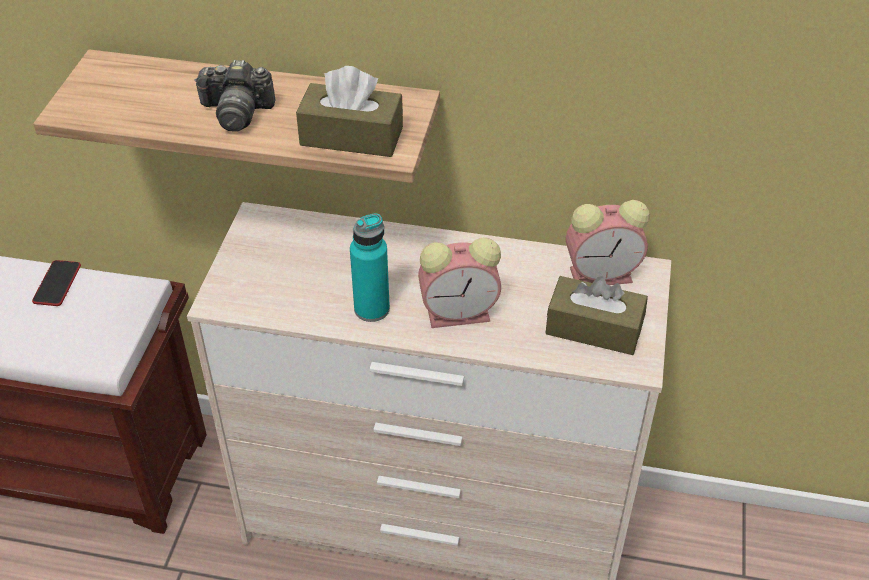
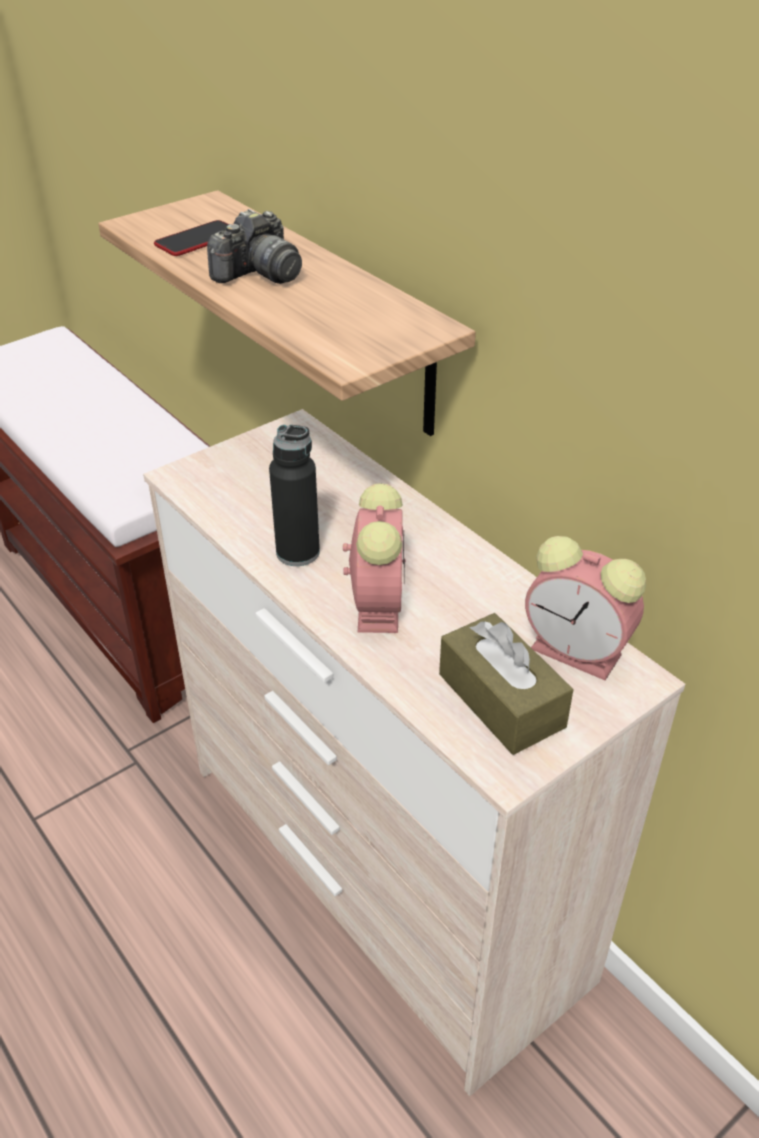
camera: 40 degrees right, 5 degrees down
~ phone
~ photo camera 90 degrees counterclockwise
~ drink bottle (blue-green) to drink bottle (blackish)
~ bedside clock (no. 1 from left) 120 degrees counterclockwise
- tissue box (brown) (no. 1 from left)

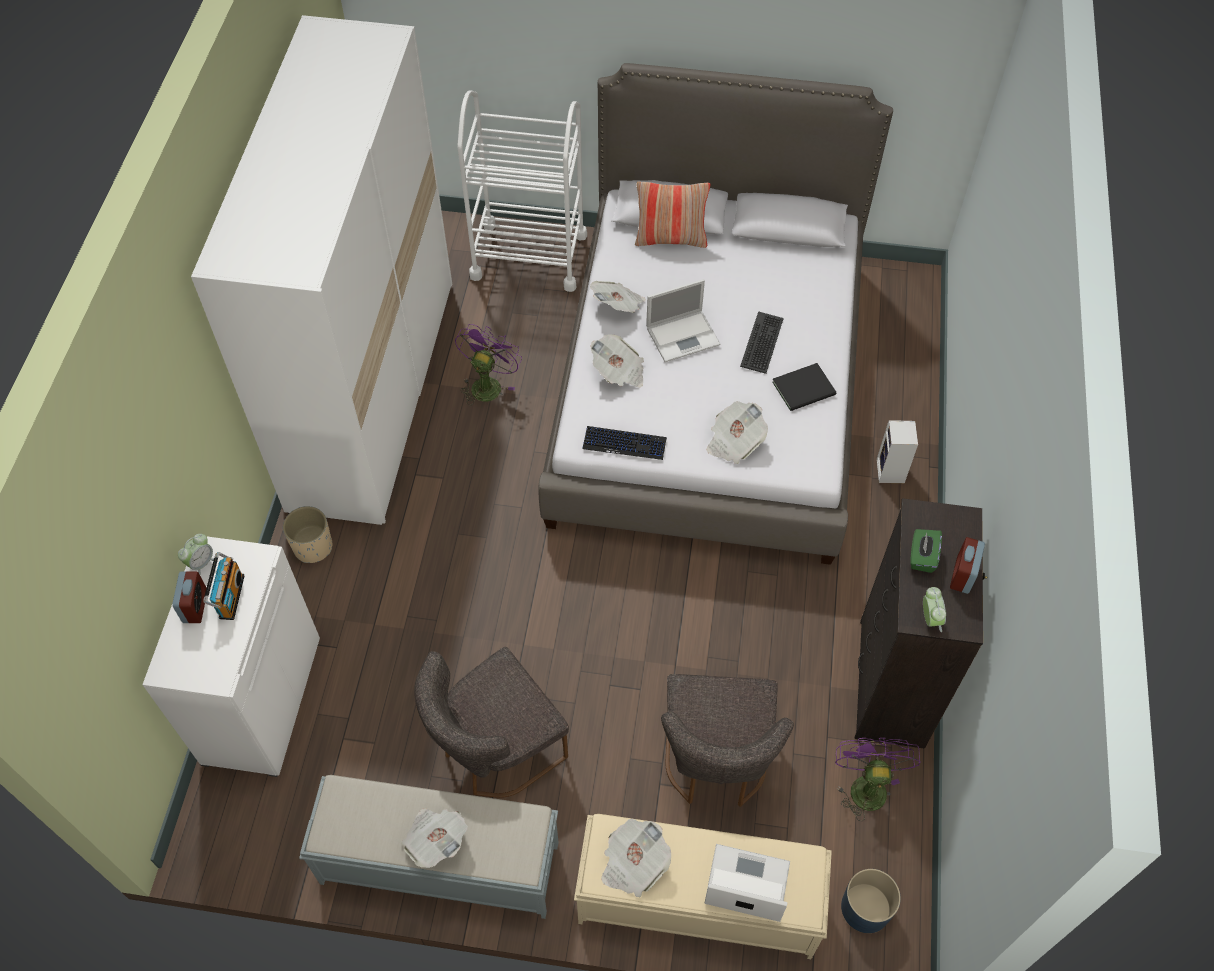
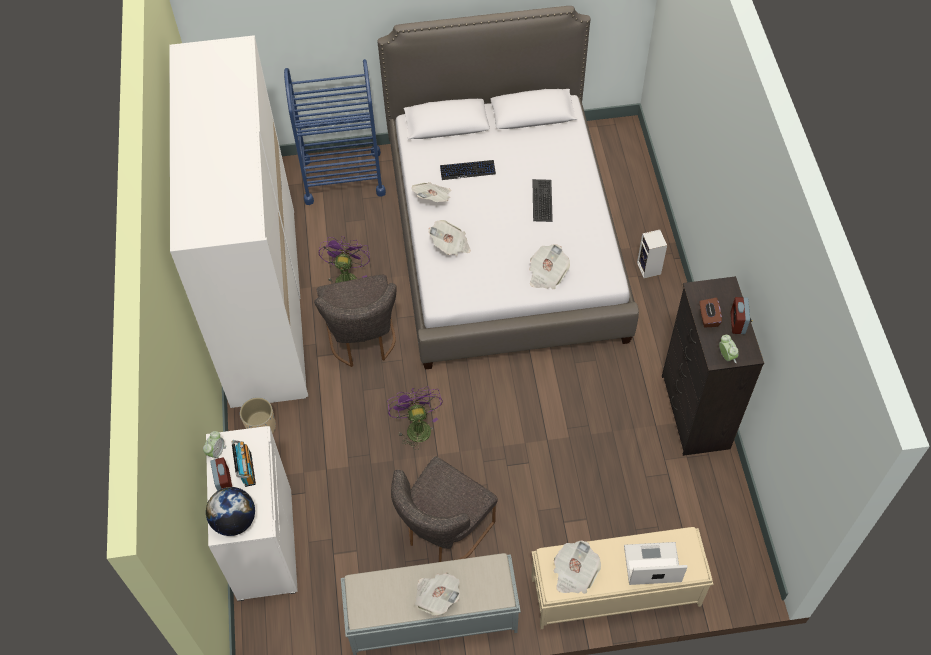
camera: 15 degrees left, 0 degrees up
+ world globe
~ wheeled cart (white) to wheeled cart (bluish)
~ upright chair (grey) (no. 2 from left in the first image) to upright chair (grey) (no. 1 from left)
~ electric fan (purple) (no. 2 from left)
~ computer keyboard (no. 1 from left)
~ tissue box (greenish) to tissue box (brown)
- throw pillow
- notebook computer (no. 1 from left)
- bound book (blackish)
- flower pot (bluish)

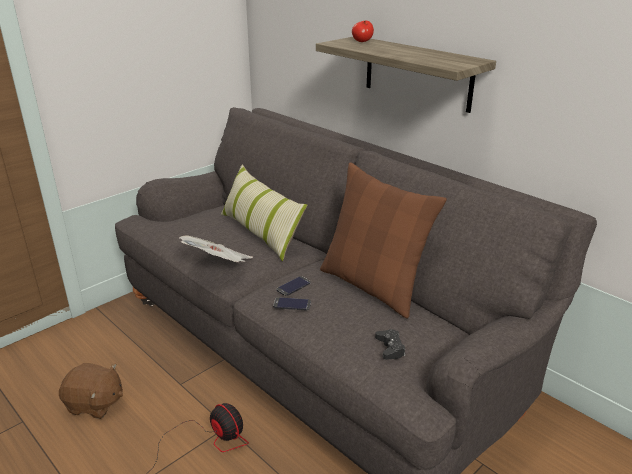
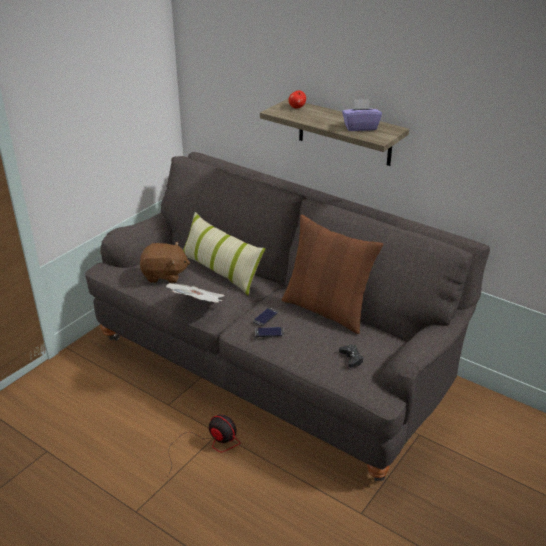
camera: 10 degrees left, 5 degrees up
~ plush toy (brown)
+ tissue box (purple)

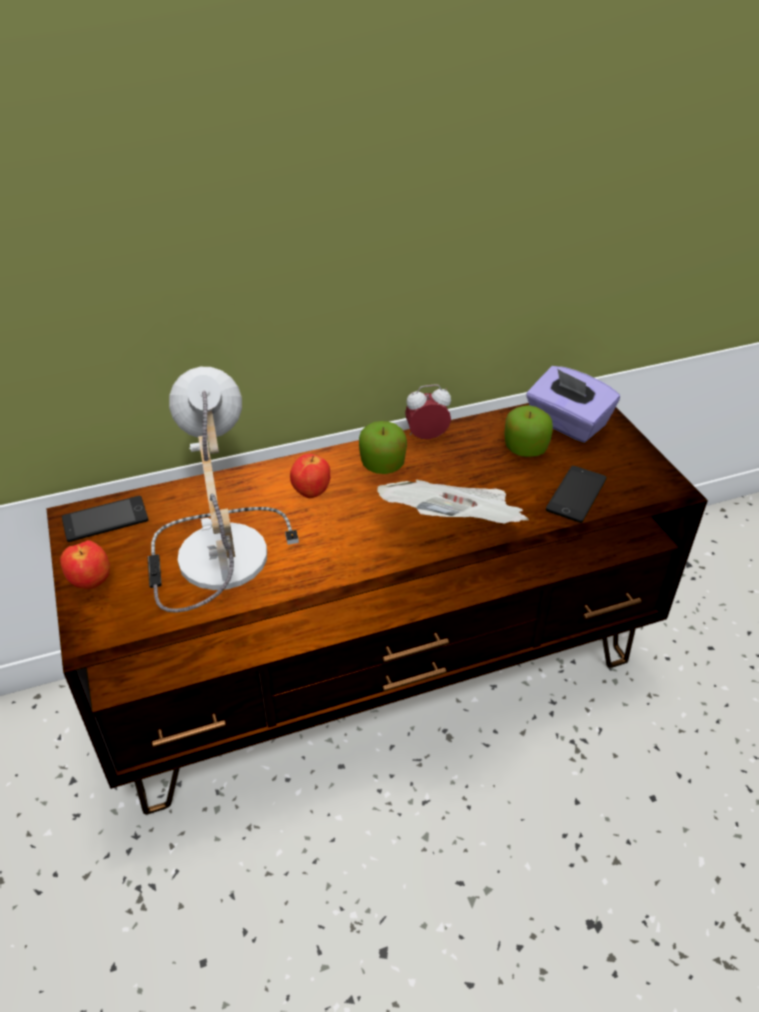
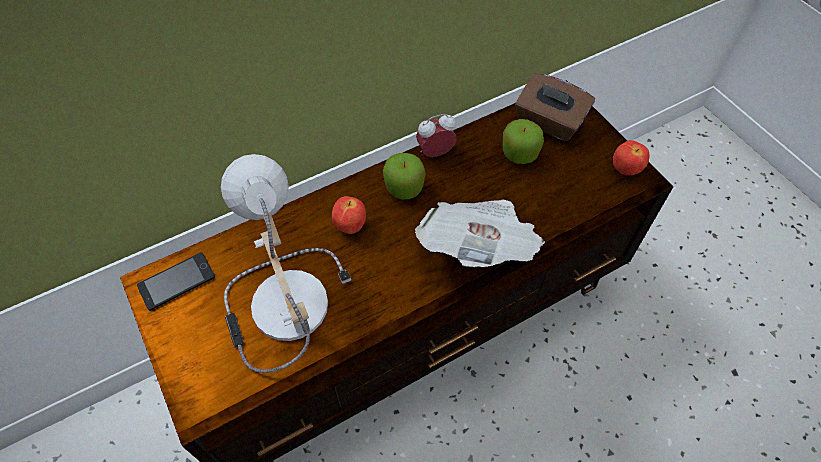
camera: 10 degrees left, 15 degrees up
~ tissue box (purple) to tissue box (brown)
~ apple (no. 1 from left in the first image) to apple (no. 4 from left)
- phone (no. 2 from left)

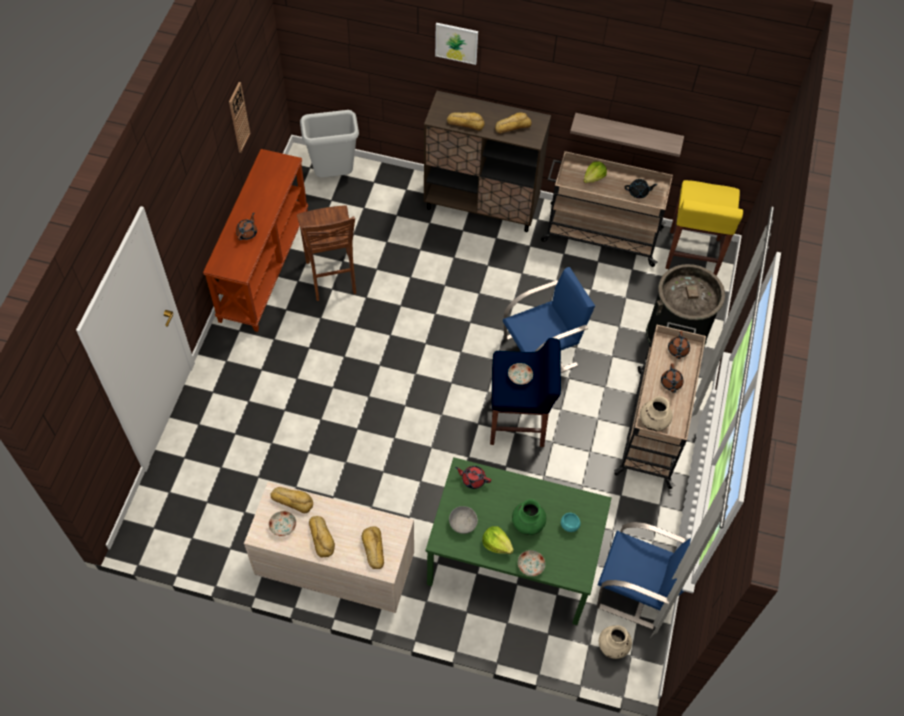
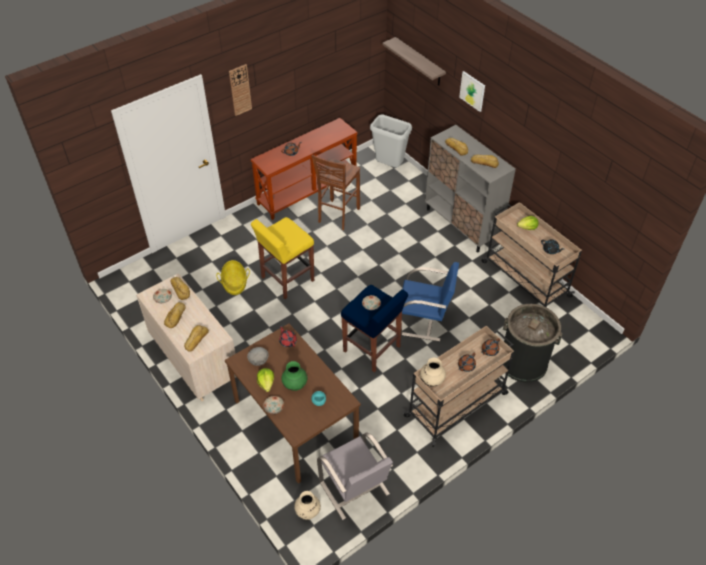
camera: 40 degrees right, 10 degrees down
+ basket
~ dining table (greenish) to dining table (brown)
~ clock on the wall
~ stool seat (yellowish)
~ upright chair (bluish) (no. 2 from left) to upright chair (grey)
~ bracket shelf
~ cupboard (brown) to cupboard (grey)

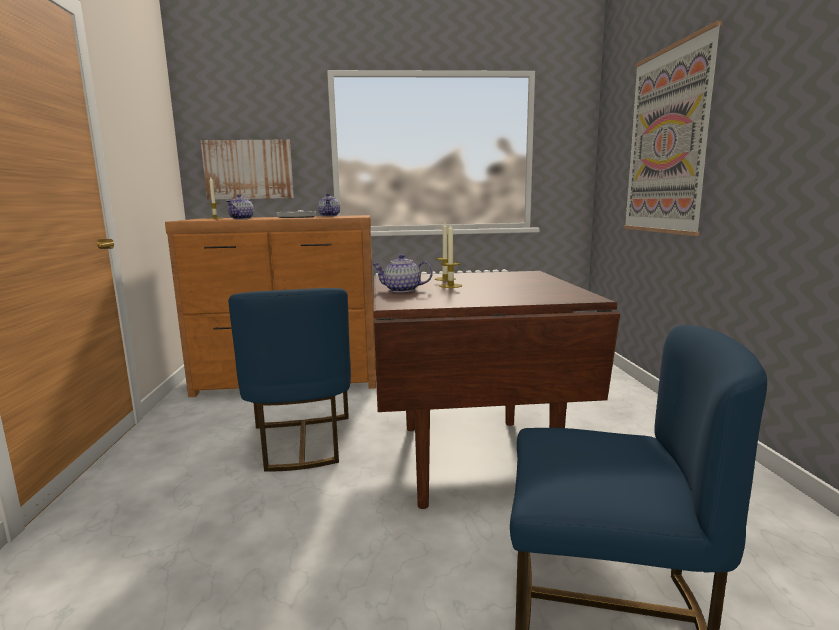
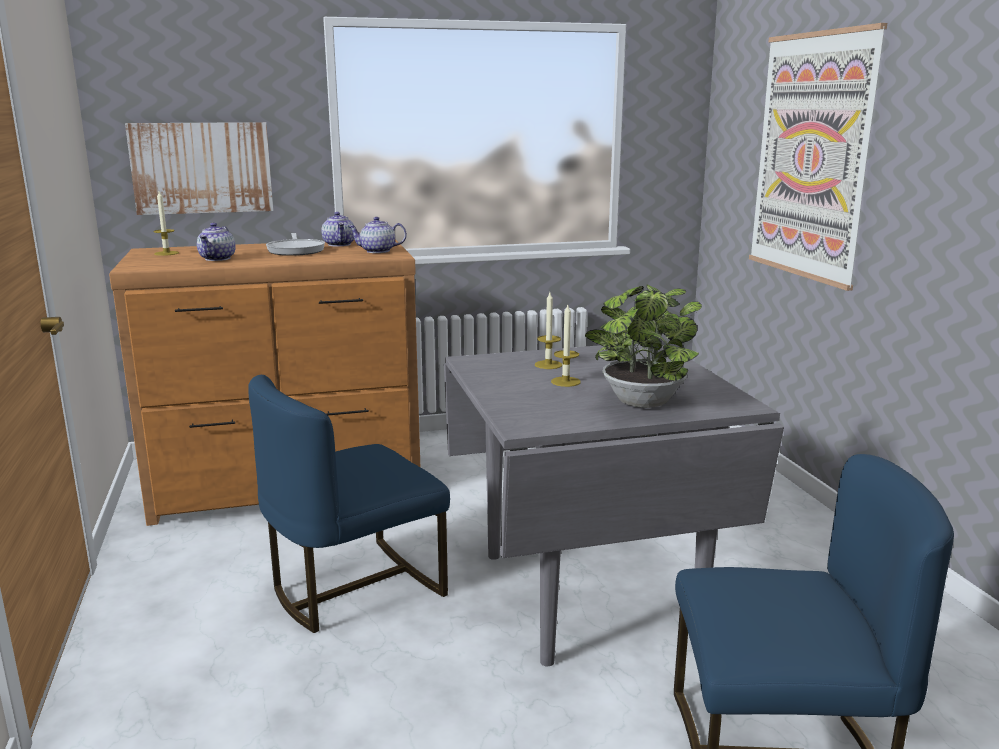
camera: 10 degrees left, 5 degrees up
~ upright chair (bluish) (no. 1 from left) 75 degrees clockwise
~ teapot (no. 3 from left)
~ dining table (brown) to dining table (grey)
+ houseplant

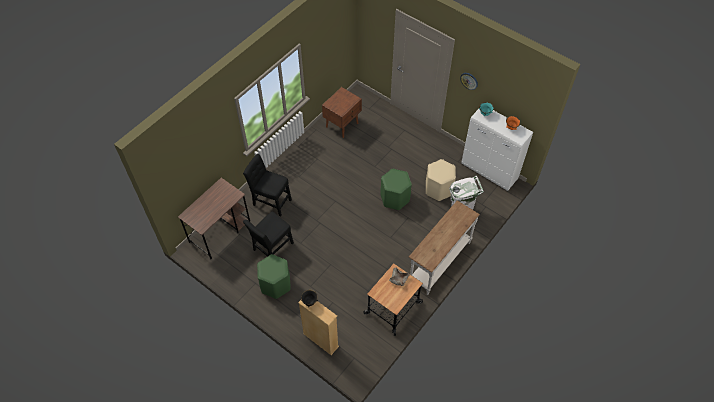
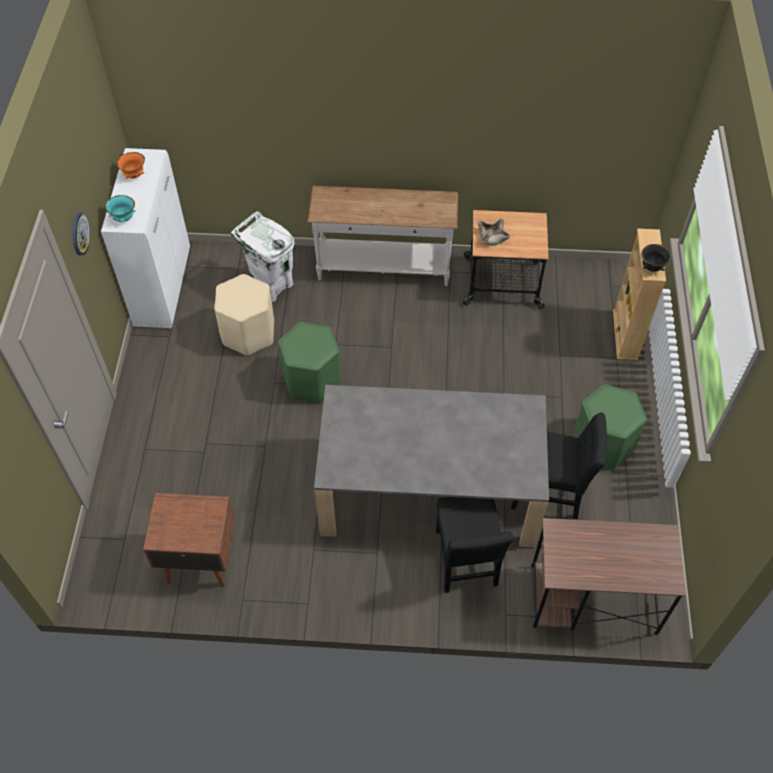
camera: 125 degrees left, 0 degrees up
+ dining table (grey)

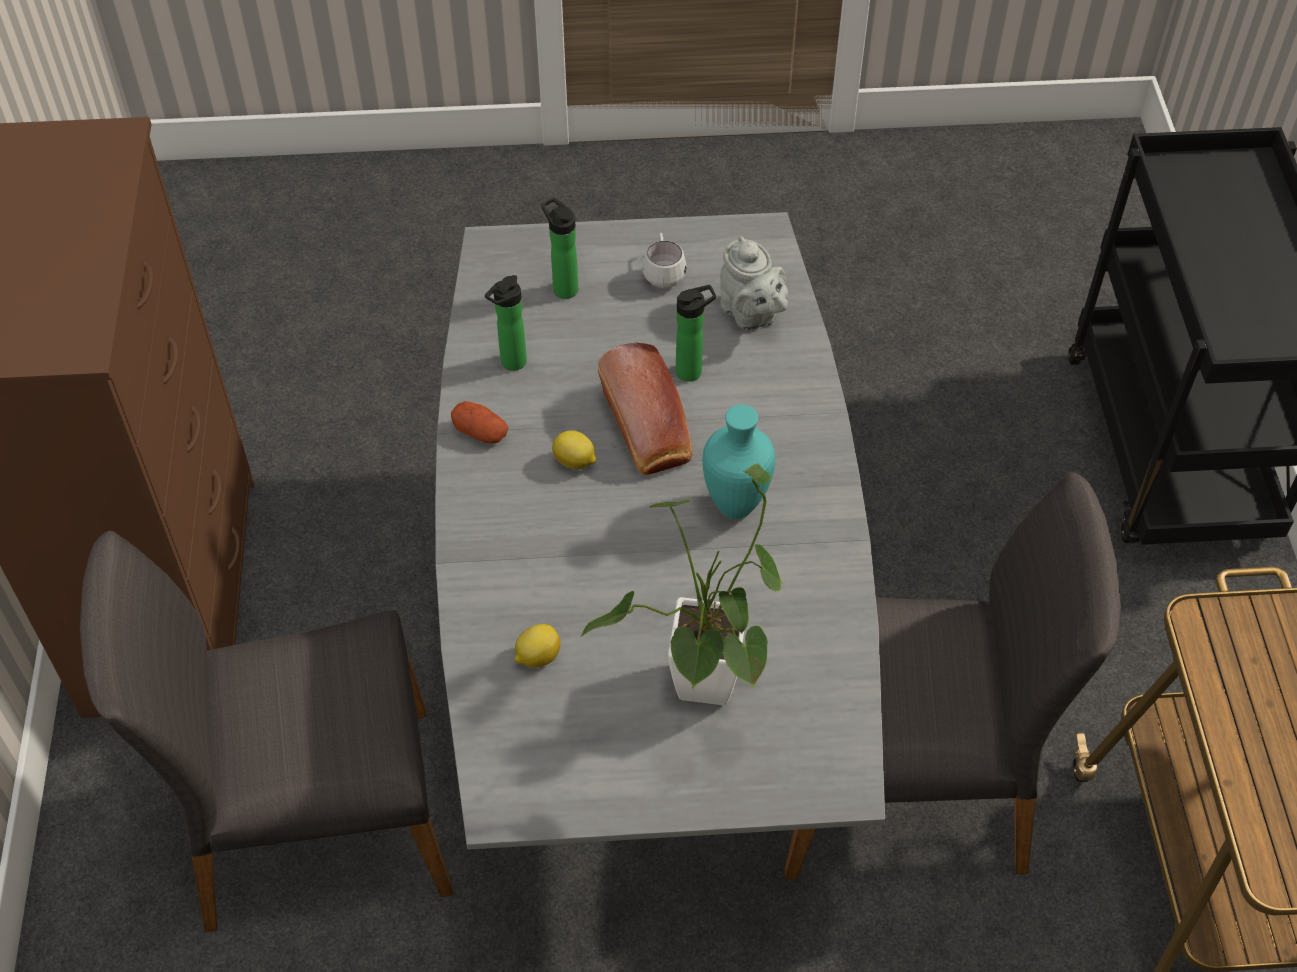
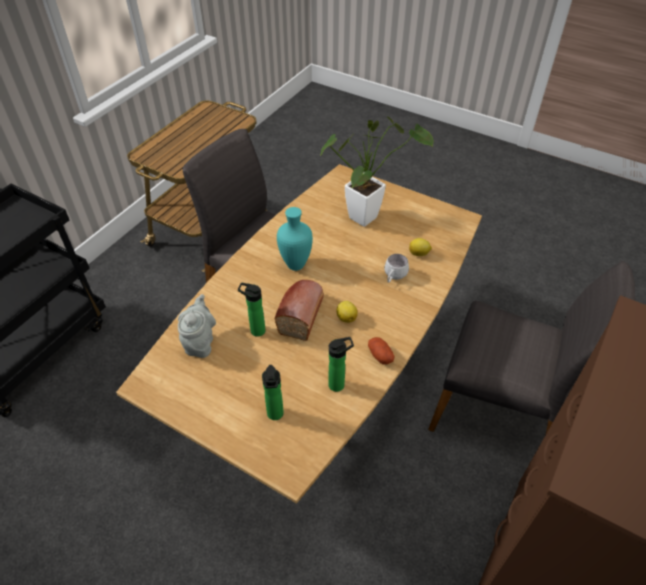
camera: 145 degrees left, 5 degrees down
~ dining table (grey) to dining table (brown)
~ tea mug (white)

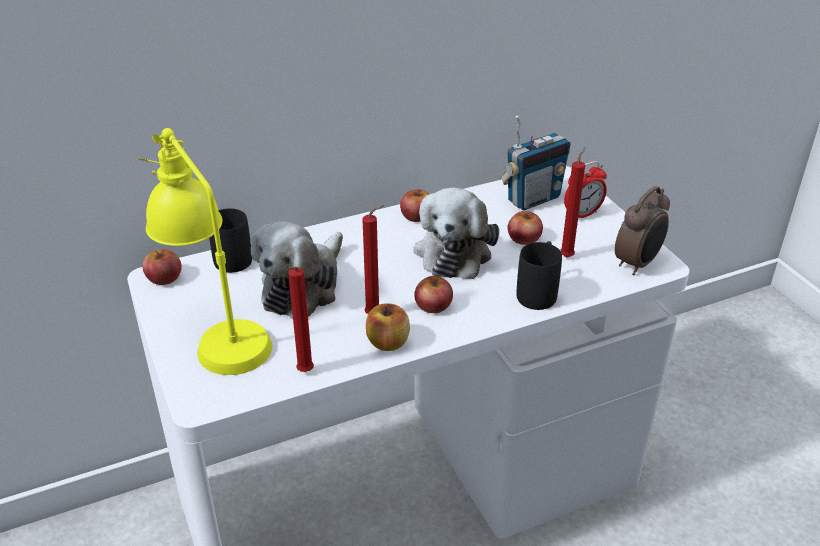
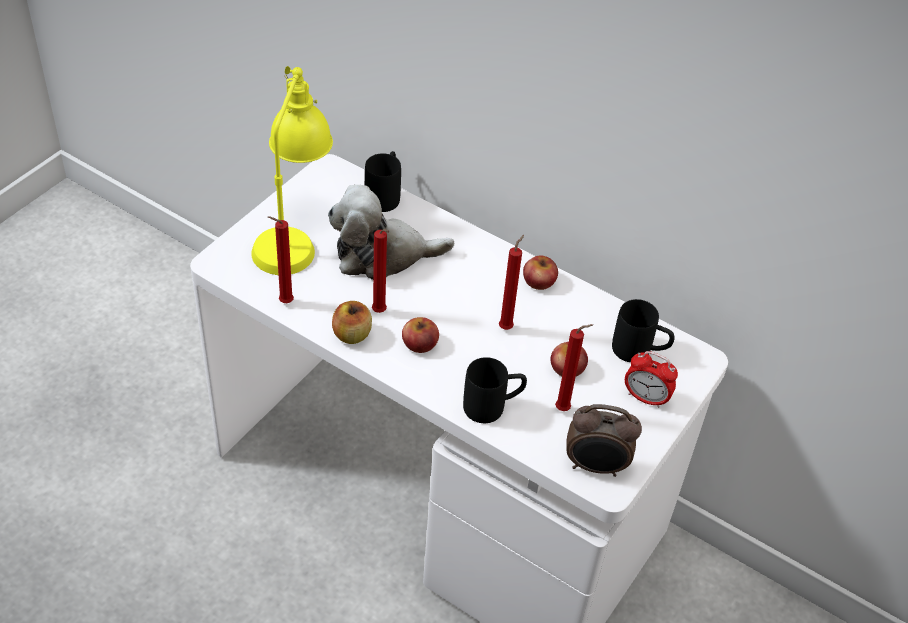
camera: 55 degrees right, 10 degrees up
~ plush toy (no. 2 from left) to wax candle (red) (no. 3 from left)
~ radio to tea mug (blackish) (no. 3 from left)
- apple (no. 1 from left)

